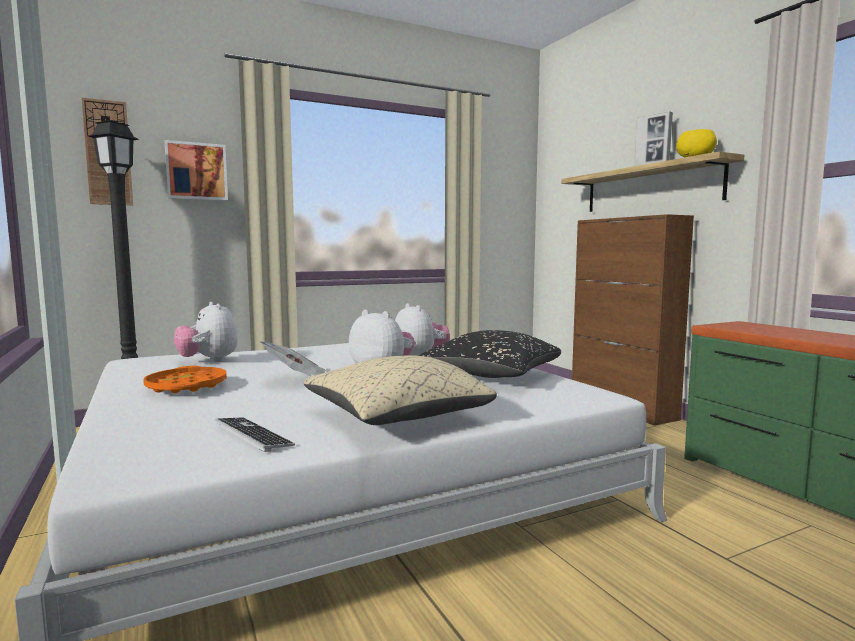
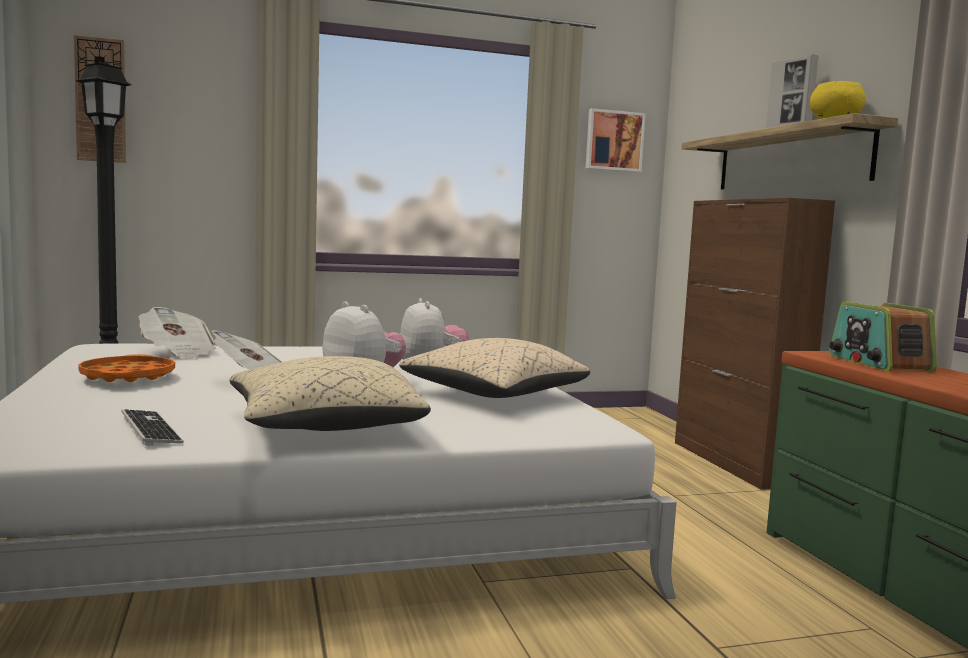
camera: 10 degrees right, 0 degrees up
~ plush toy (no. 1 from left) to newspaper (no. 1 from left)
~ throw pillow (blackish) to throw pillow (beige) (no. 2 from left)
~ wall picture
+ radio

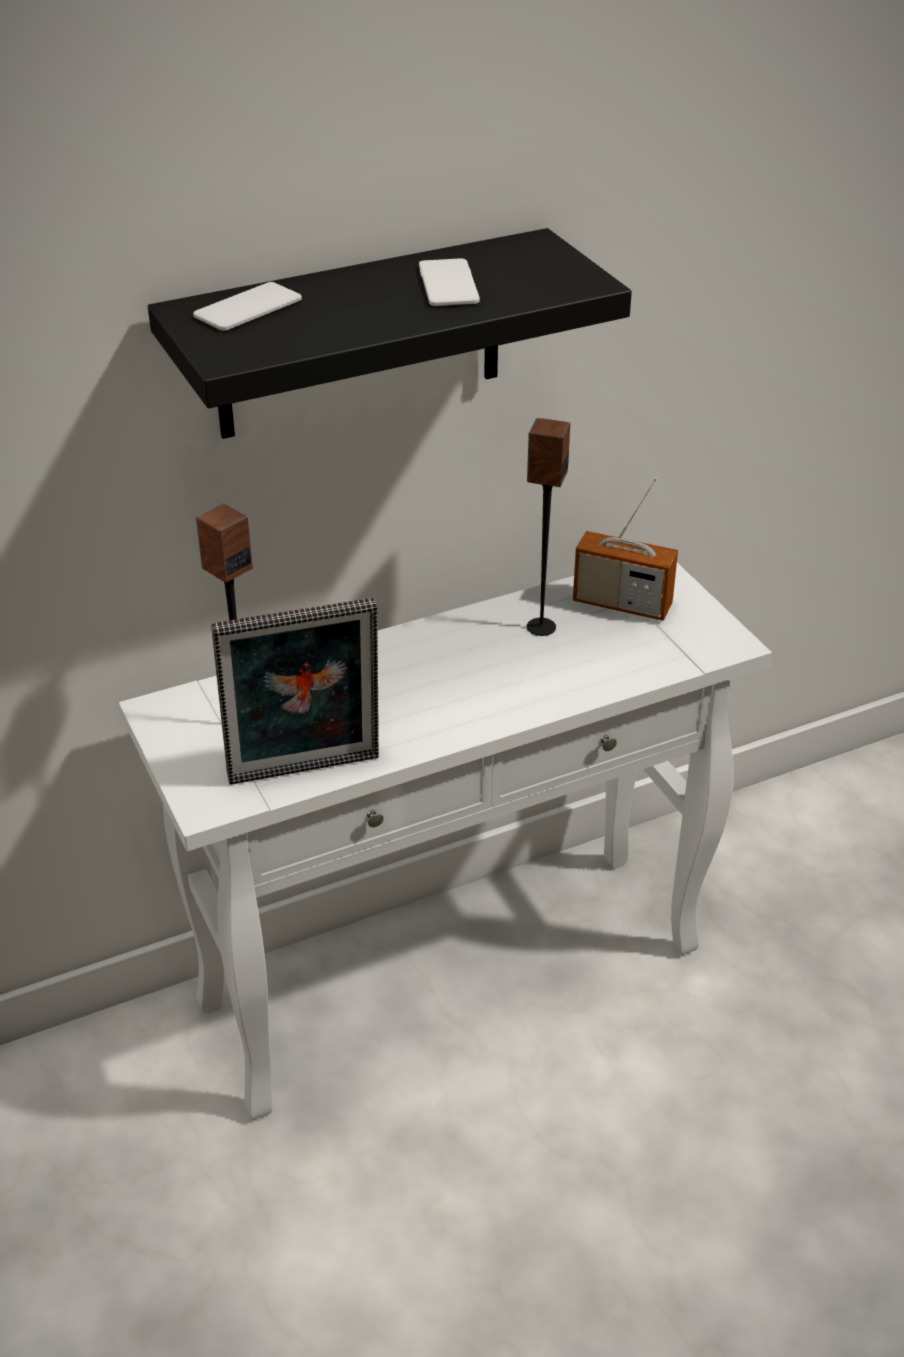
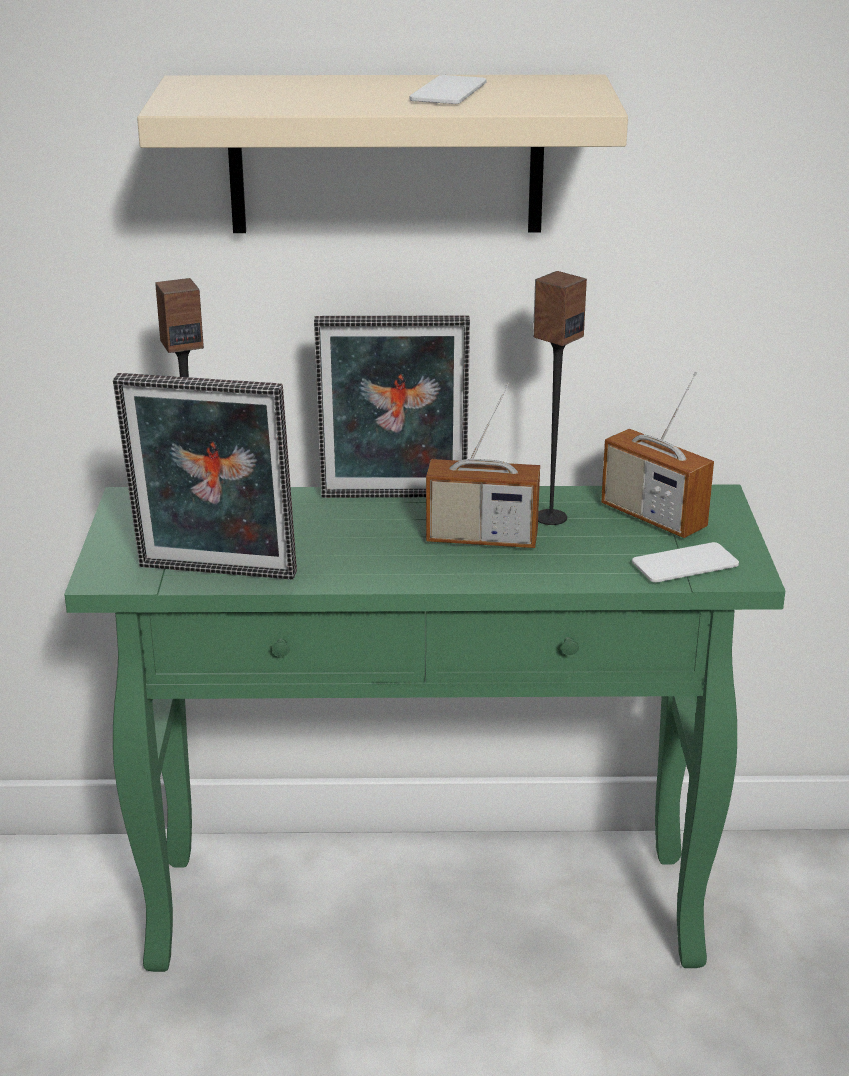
camera: 25 degrees right, 10 degrees down
~ hall table (white) to hall table (greenish)
~ bracket shelf (blackish) to bracket shelf (beige)
+ picture frame (no. 2 from left)
+ radio (no. 1 from left)
~ phone (no. 1 from left in the first image) to phone (no. 2 from left)

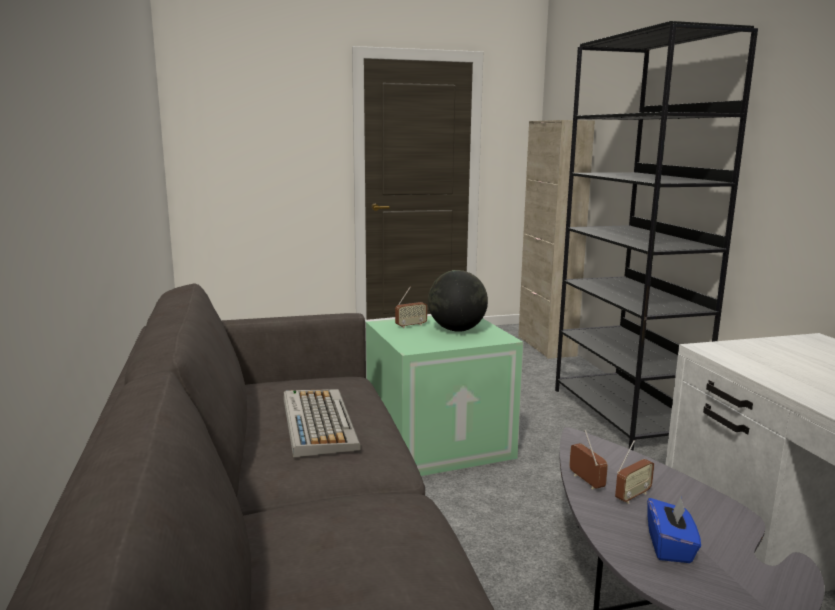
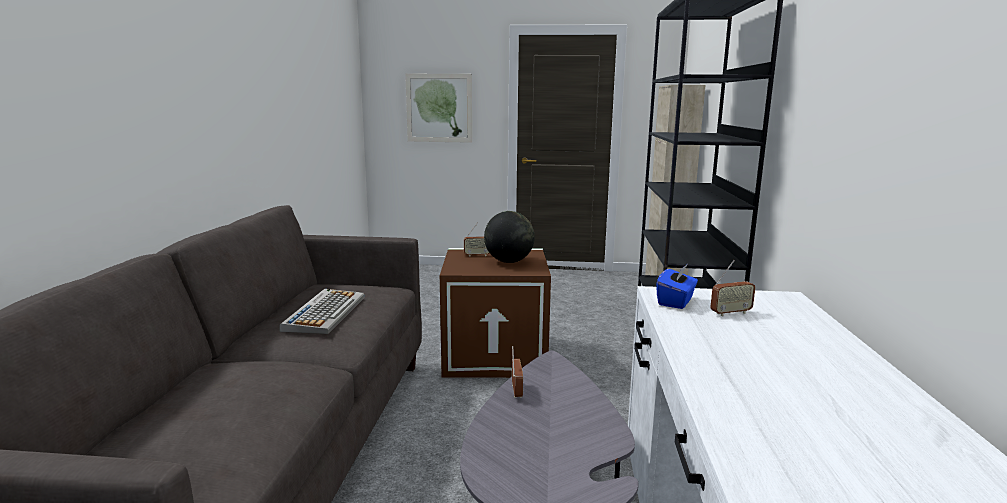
camera: 20 degrees right, 0 degrees up
+ wall picture
~ storage box (greenish) to storage box (brown)
~ tissue box (bluish)
~ radio (no. 3 from left)

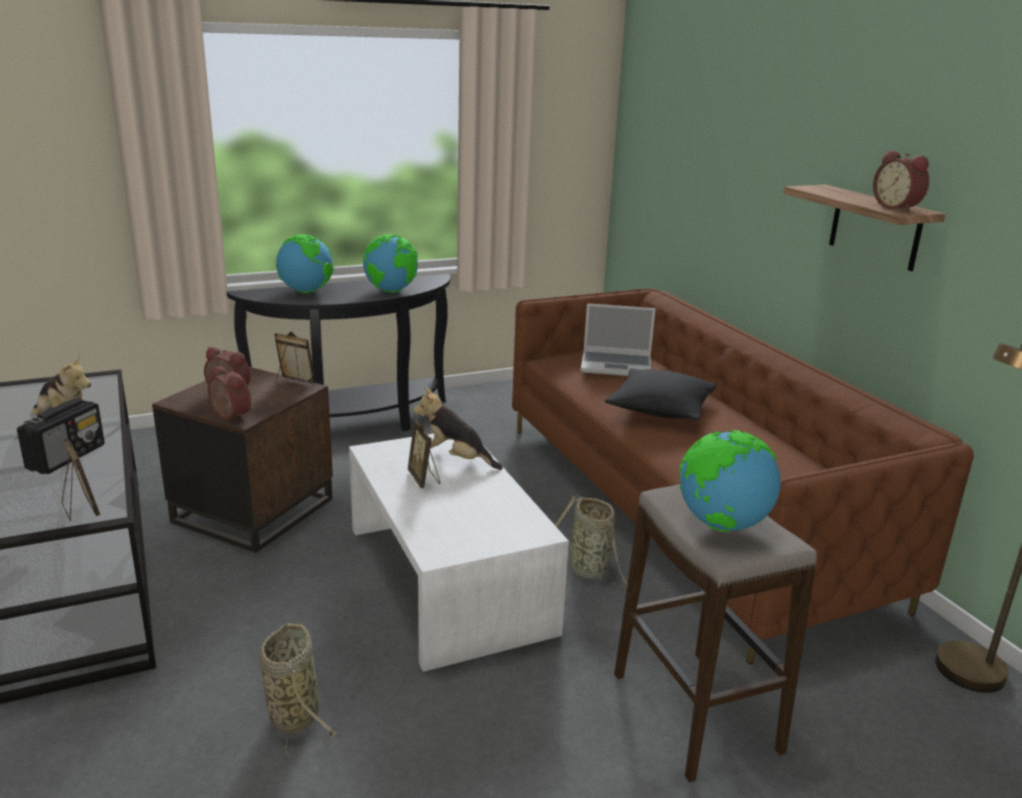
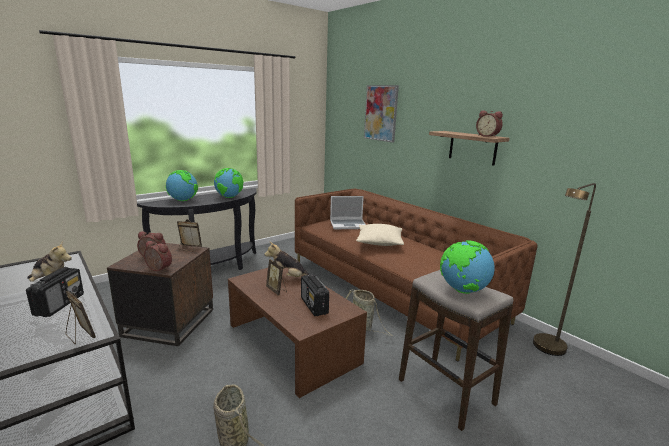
camera: 15 degrees left, 5 degrees down
~ coffee table (white) to coffee table (brown)
+ radio (no. 2 from left)
~ throw pillow (blackish) to throw pillow (beige)
+ wall picture

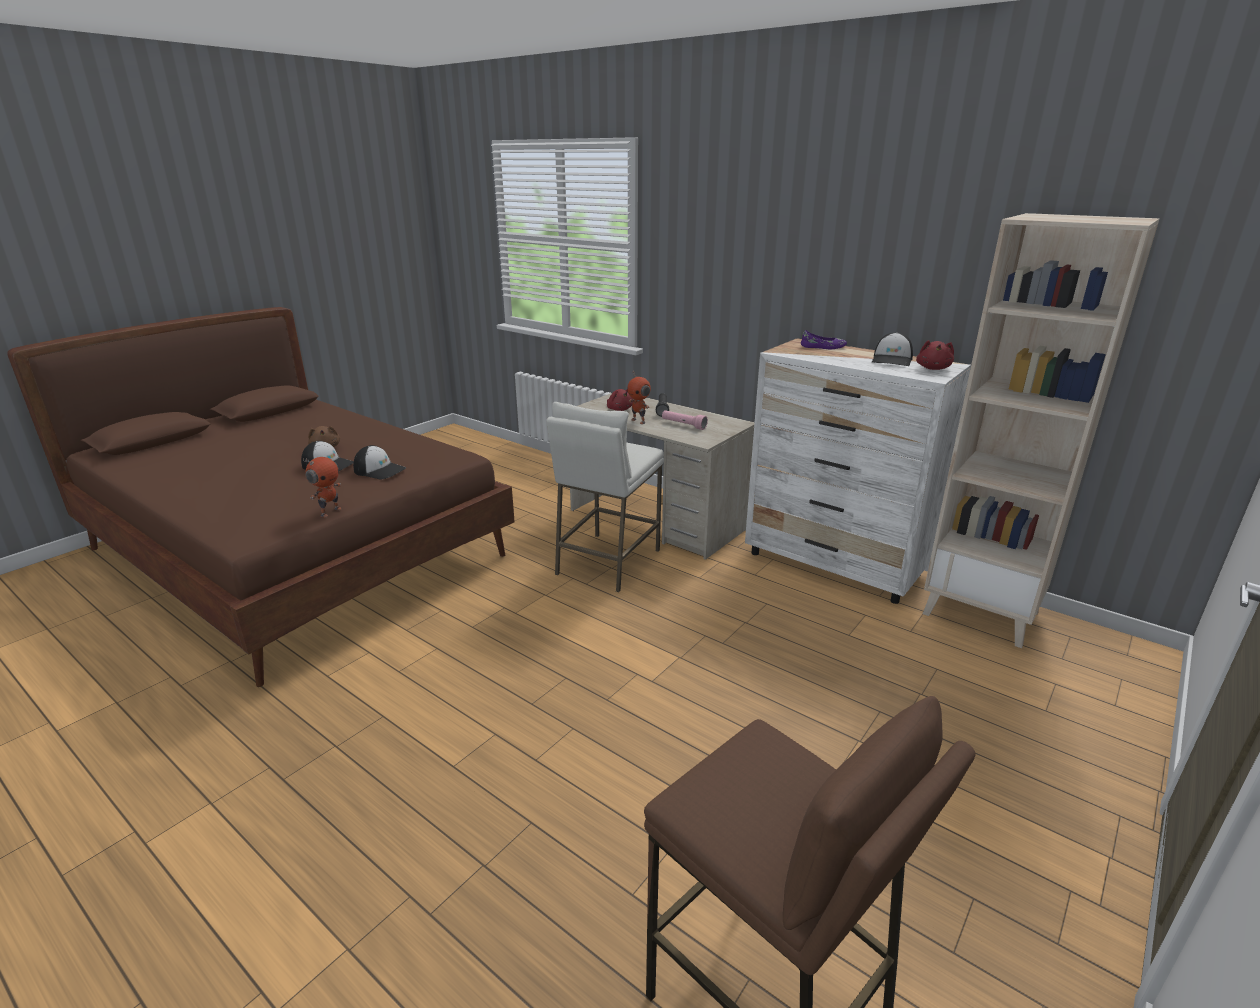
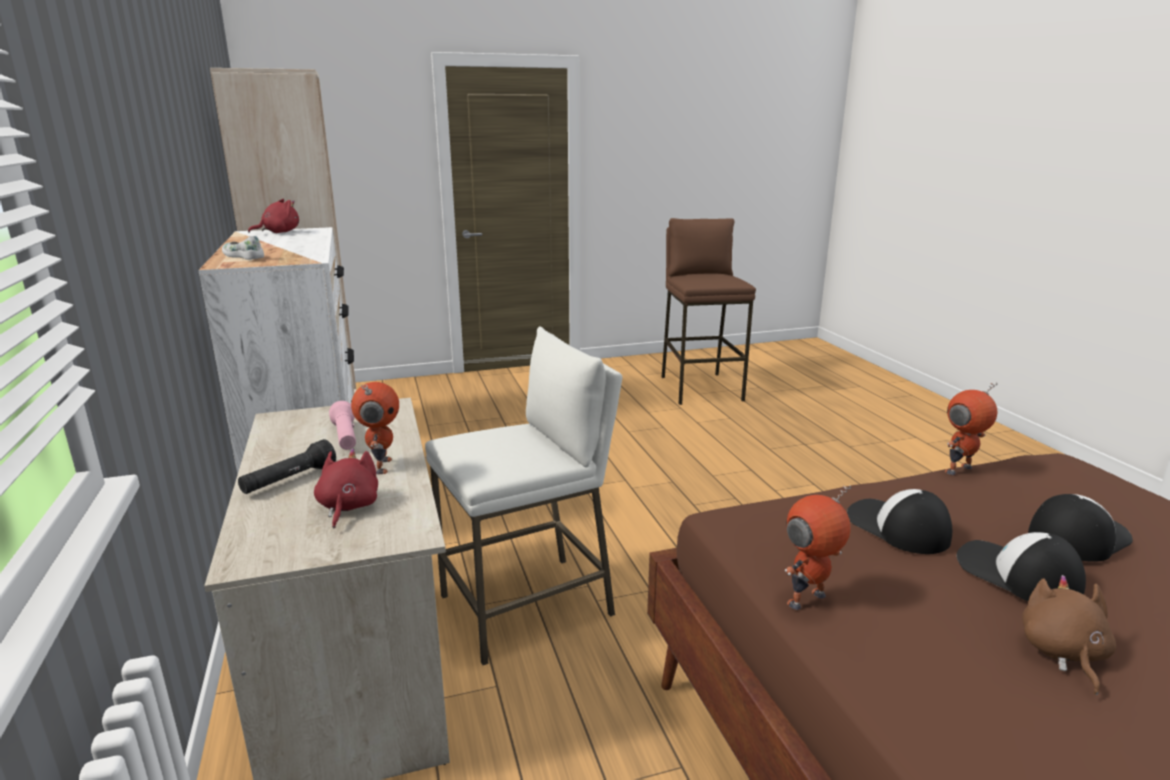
camera: 145 degrees left, 5 degrees down
~ shoe (purple) to shoe (white)
+ robot figure (no. 2 from left)
~ cap (no. 3 from left)

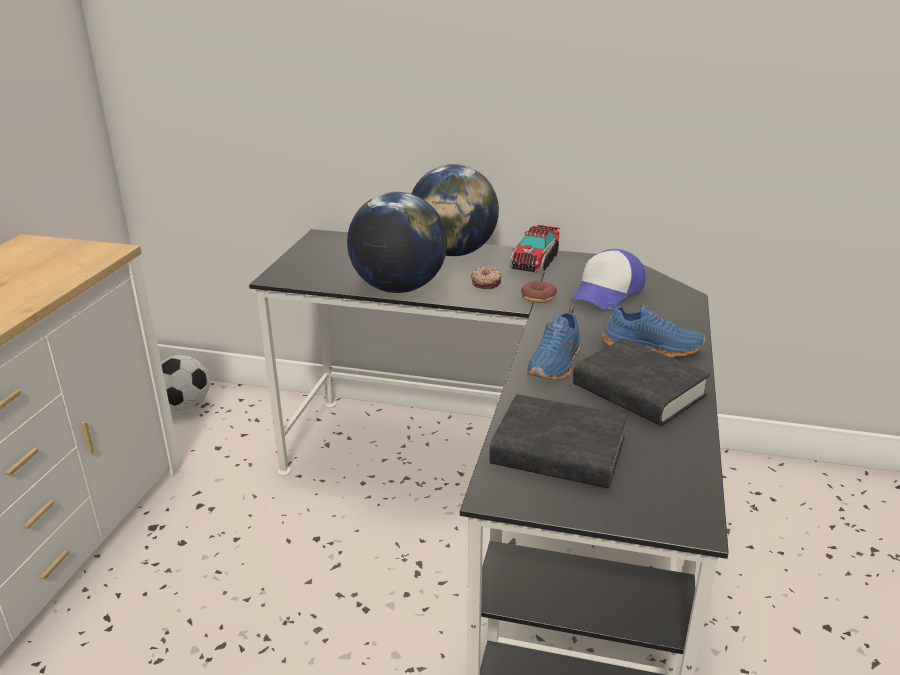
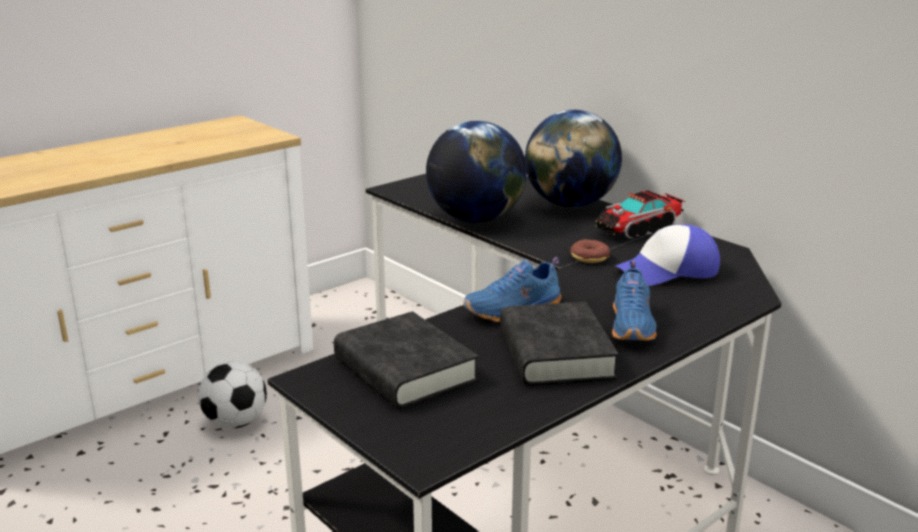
camera: 35 degrees right, 5 degrees down
~ football
~ shoe (bluish) (no. 2 from left) 45 degrees clockwise
- ring doughnut (no. 1 from left)

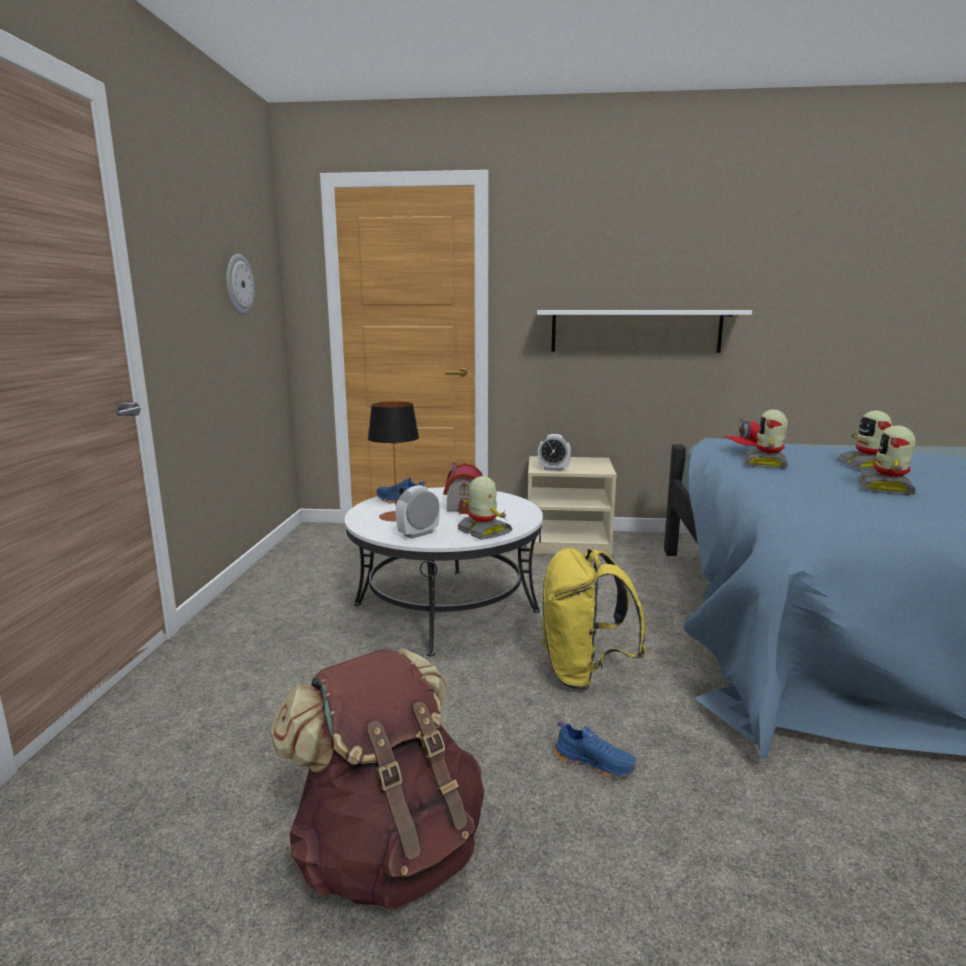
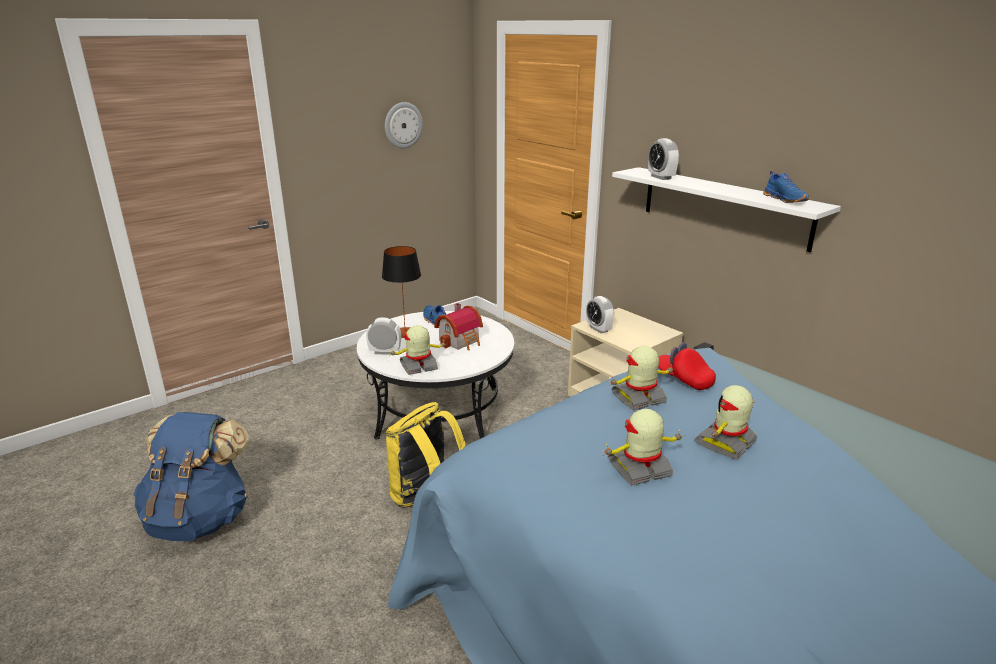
camera: 45 degrees right, 10 degrees up
~ rucksack (brown) to rucksack (bluish)
~ robot figure (no. 1 from left) 120 degrees counterclockwise
+ bedside clock (no. 3 from left)
~ shoe (bluish) (no. 2 from left)

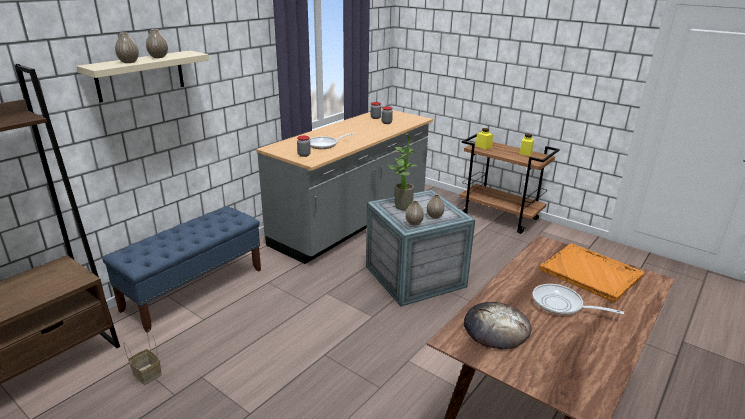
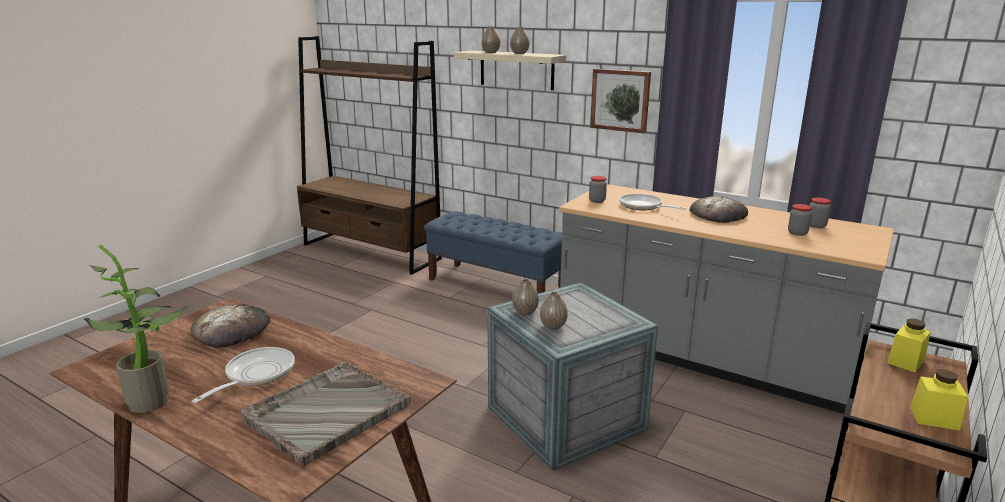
camera: 85 degrees right, 5 degrees down
~ houseplant
~ carrying tray (orange) to carrying tray (grey)
+ wall picture
+ bread (no. 2 from left)
- basket

